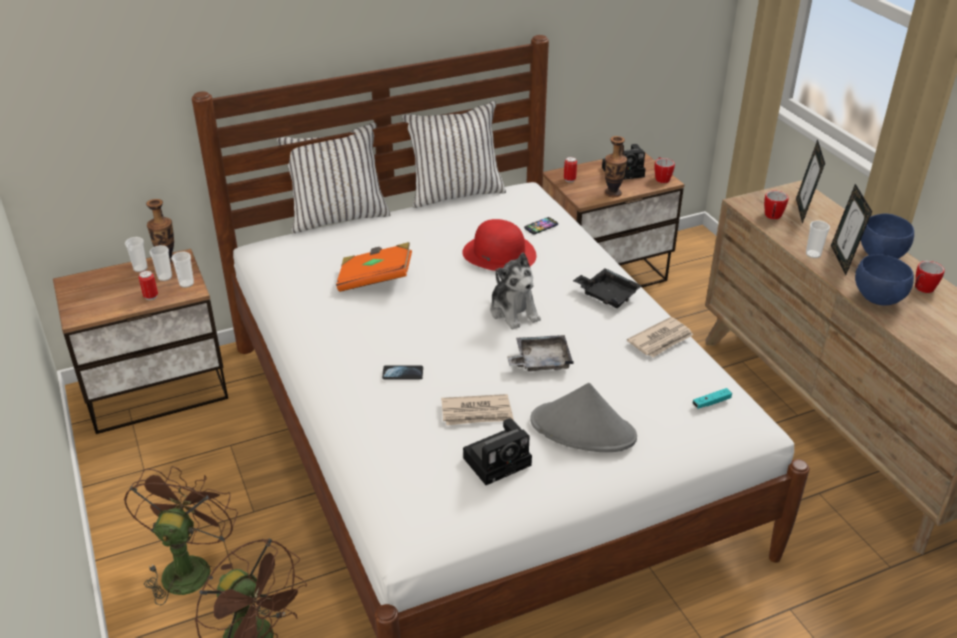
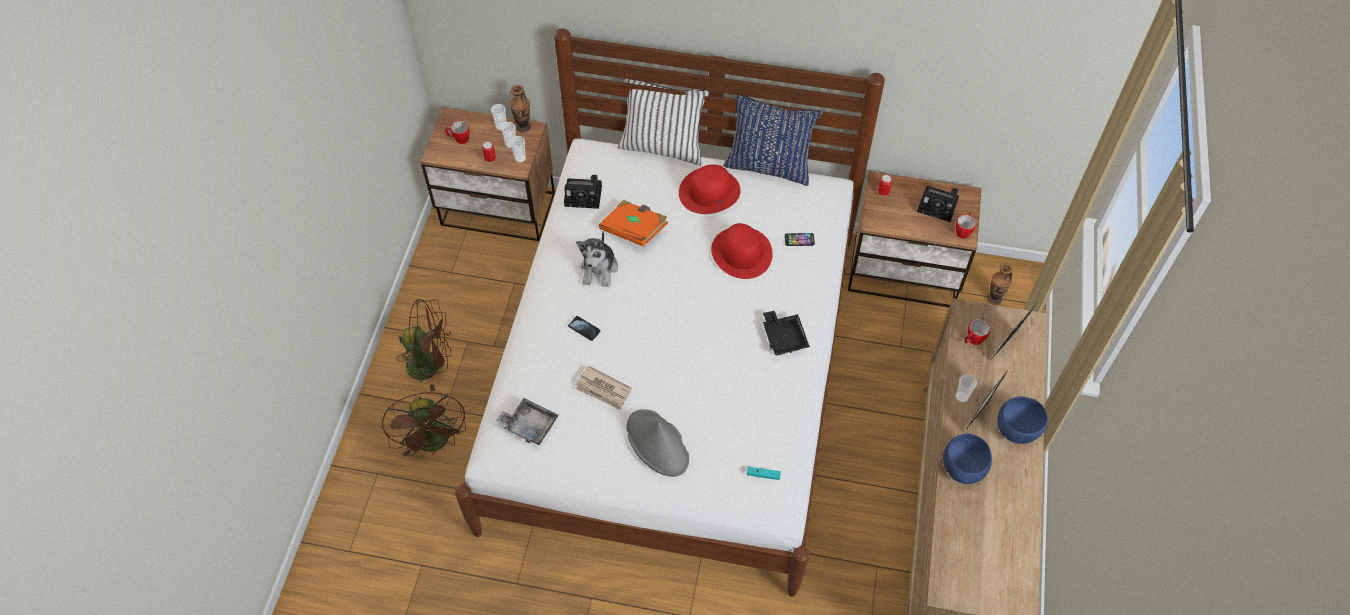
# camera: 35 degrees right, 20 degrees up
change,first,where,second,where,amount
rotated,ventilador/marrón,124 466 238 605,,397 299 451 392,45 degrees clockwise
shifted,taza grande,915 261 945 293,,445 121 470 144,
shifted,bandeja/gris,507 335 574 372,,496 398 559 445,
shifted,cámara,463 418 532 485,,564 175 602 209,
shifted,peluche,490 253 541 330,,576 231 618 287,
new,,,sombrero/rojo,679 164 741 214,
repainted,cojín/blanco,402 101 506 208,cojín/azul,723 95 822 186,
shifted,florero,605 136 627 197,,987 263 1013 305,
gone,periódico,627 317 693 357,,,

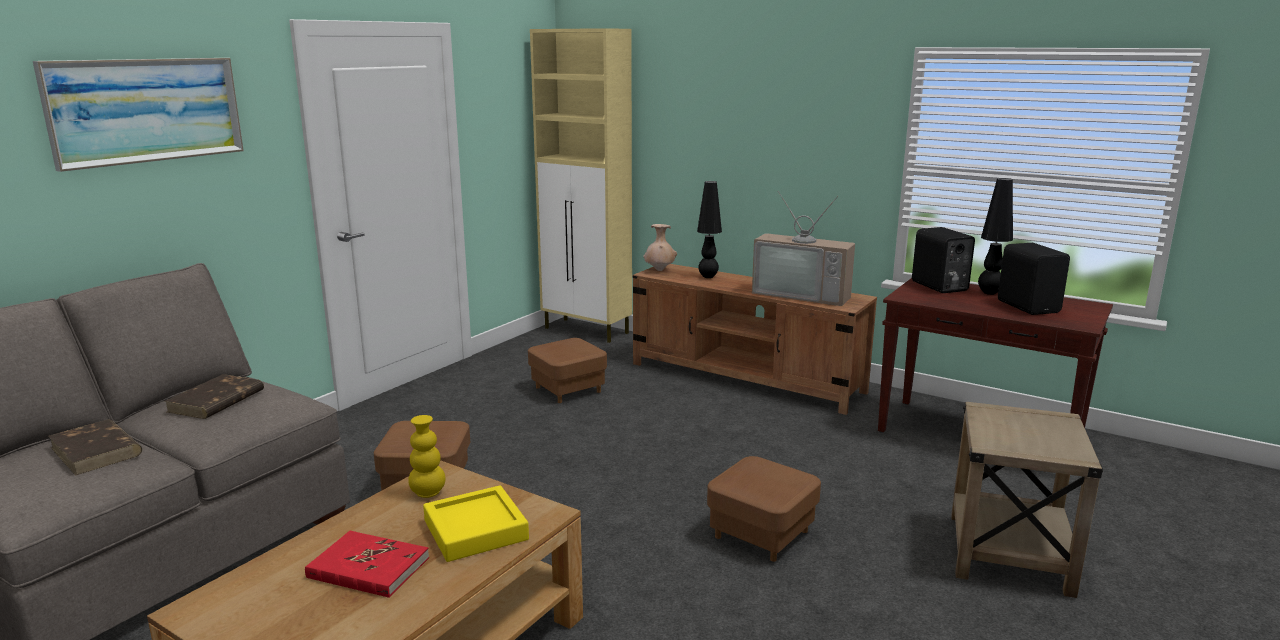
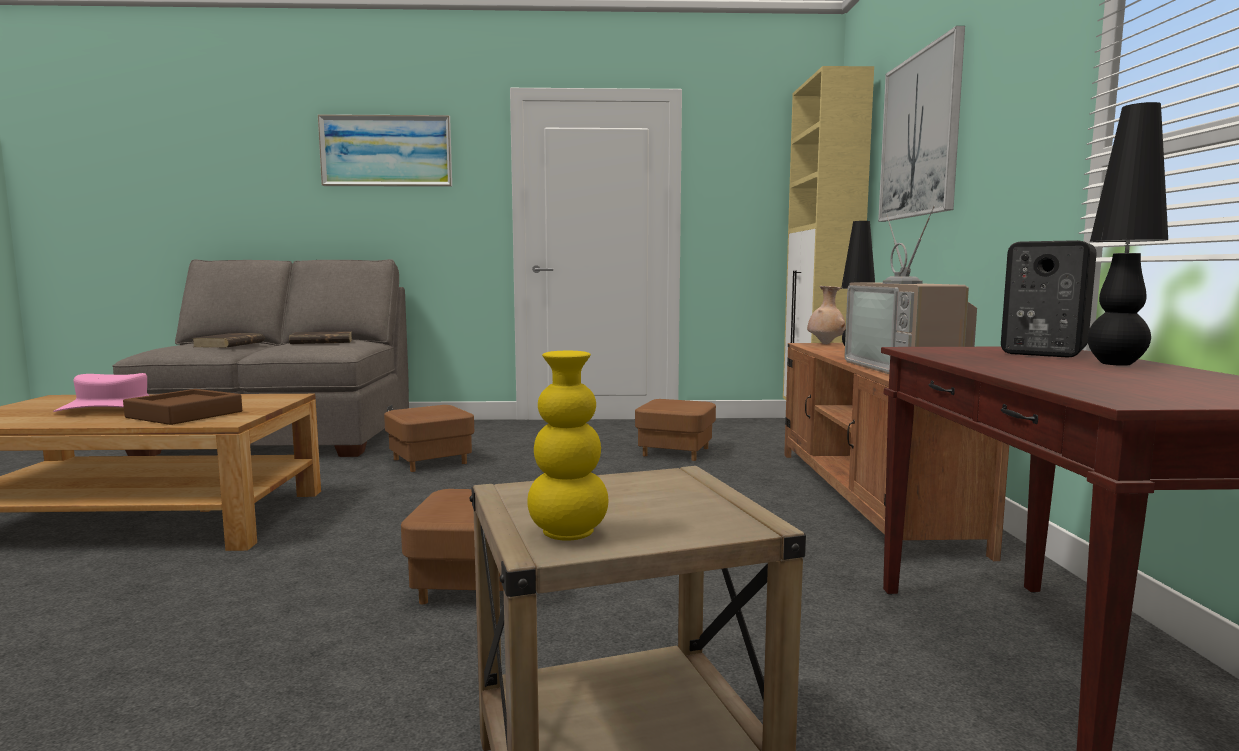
# camera: 55 degrees right, 10 degrees down
change,first,where,second,where,amount
swapped,libro/rojo,305 531 429 598,sombrero/rosa,53 373 149 412,
repainted,bandeja/amarillo,423 485 529 562,bandeja/marrón,123 389 242 425,
shifted,florero/amarillo,408 415 446 498,,527 351 608 541,
new,,,cuadro,878 26 965 222,
gone,altavoz/negro,998 243 1070 315,,,

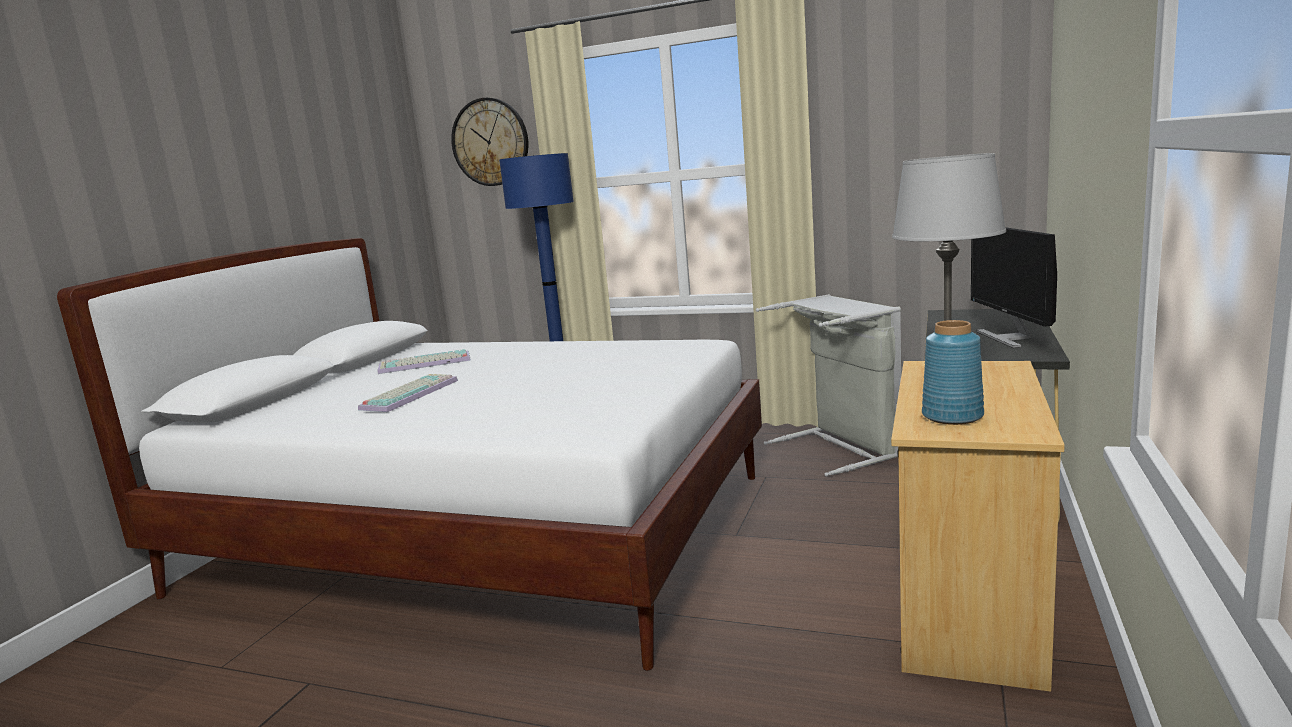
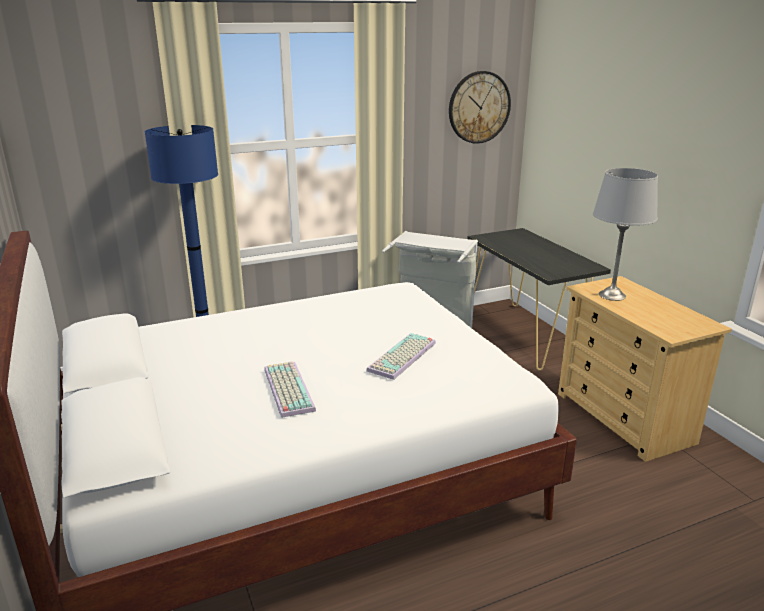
# camera: 45 degrees left, 10 degrees up
change,first,where,second,where,amount
shifted,teclado,378 349 471 374,,366 333 436 380,
shifted,reloj de pared,451 98 528 186,,449 71 511 144,
gone,florero/azul,922 320 984 425,,,
gone,monitor,971 227 1057 348,,,

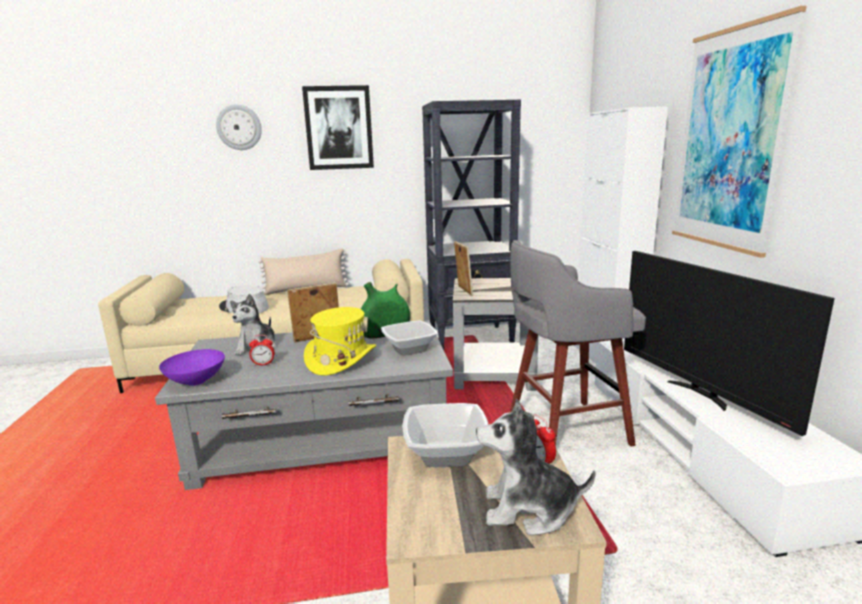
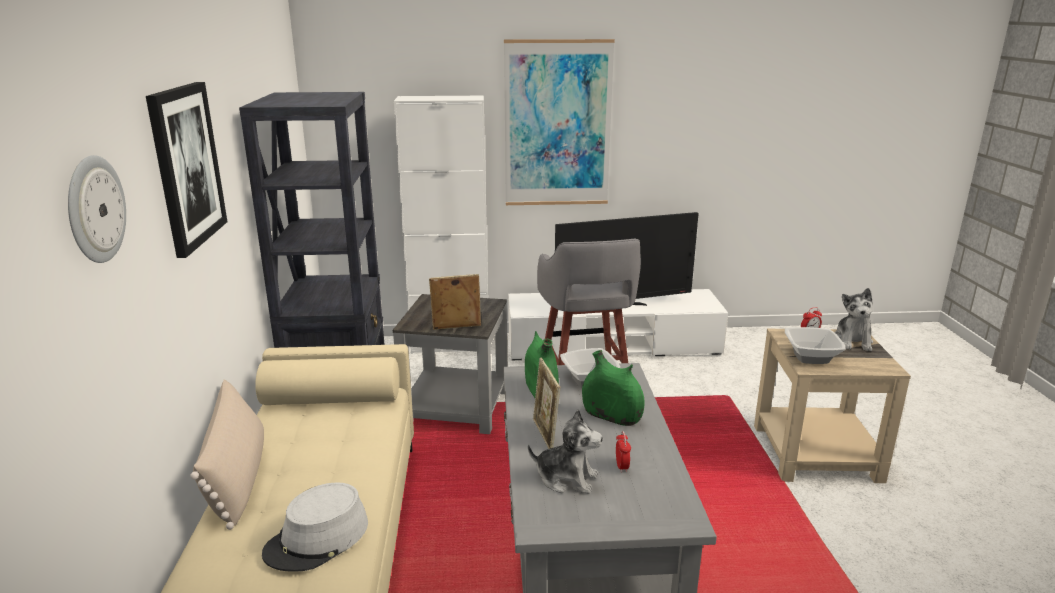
# camera: 85 degrees left, 5 degrees up
change,first,where,second,where,amount
swapped,sombrero/amarillo,304 307 376 375,florero/verde,582 350 644 426,
gone,cuenco/morado,159 349 225 386,,,

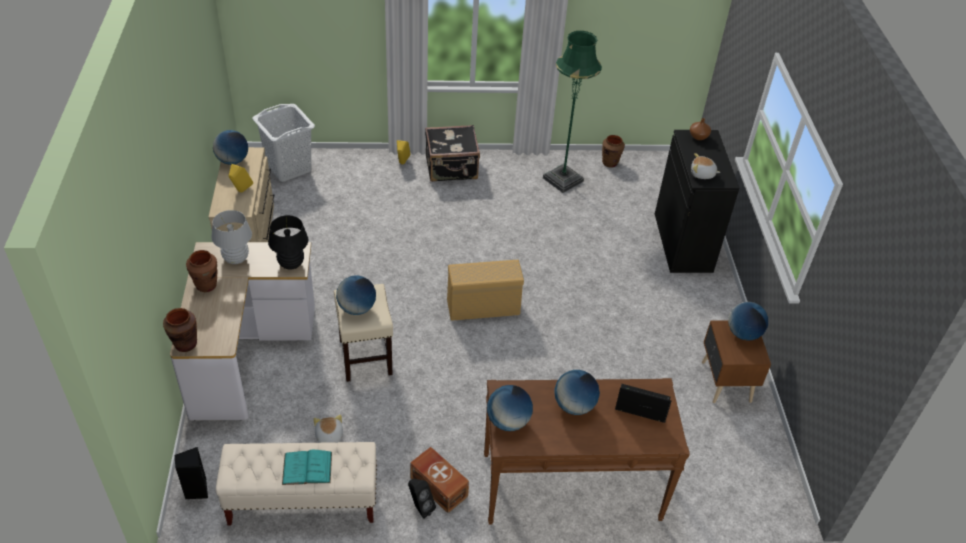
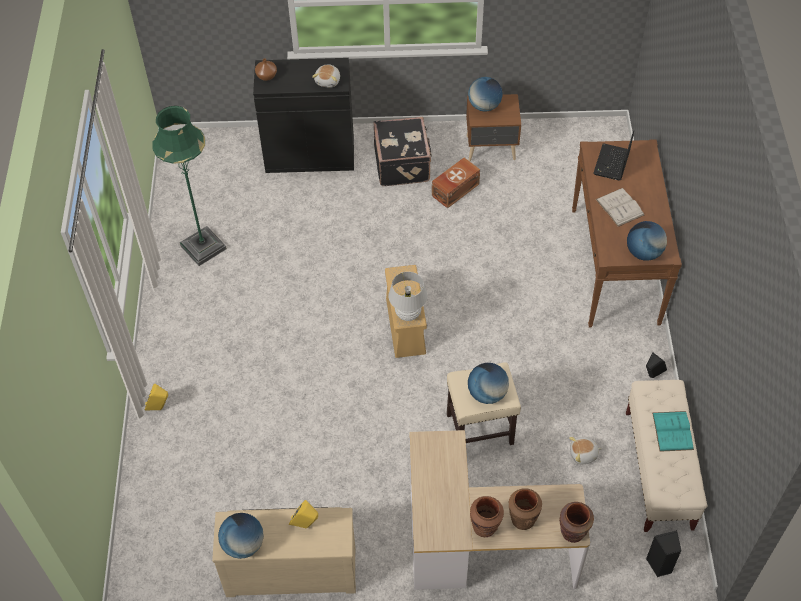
# camera: 85 degrees left, 10 degrees up
change,first,where,second,where,amount
shifted,maleta/negro,425 125 480 182,,373 117 432 186,
shifted,lámpara de mesa/blanco,211 210 252 264,,388 272 428 321,
shifted,caja de almacenaje/marrón,410 447 469 513,,432 158 480 208,
shifted,florero/marrón,602 135 625 168,,509 488 542 530,
swapped,globo terráqueo,554 370 600 415,libro/blanco,596 188 644 227,
gone,cesto de la ropa/blanco,252 104 315 182,,,
gone,lámpara de mesa/negro,268 215 308 269,,,

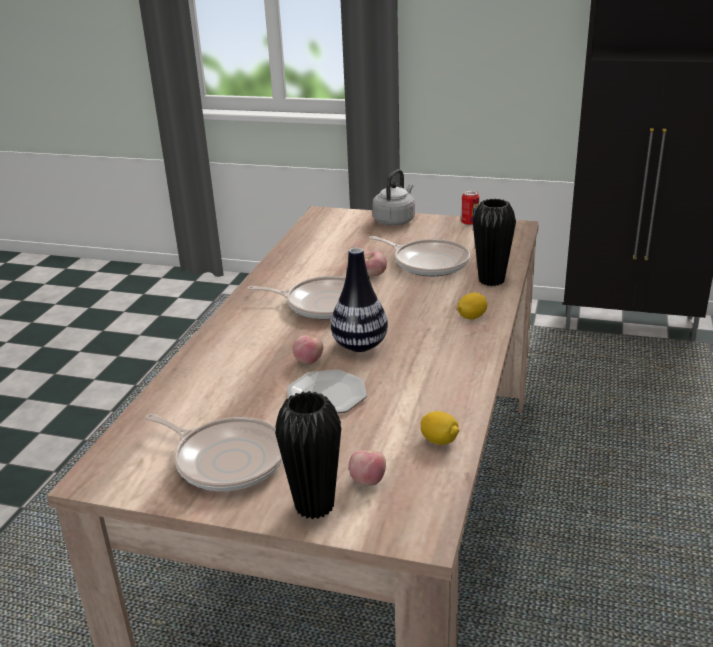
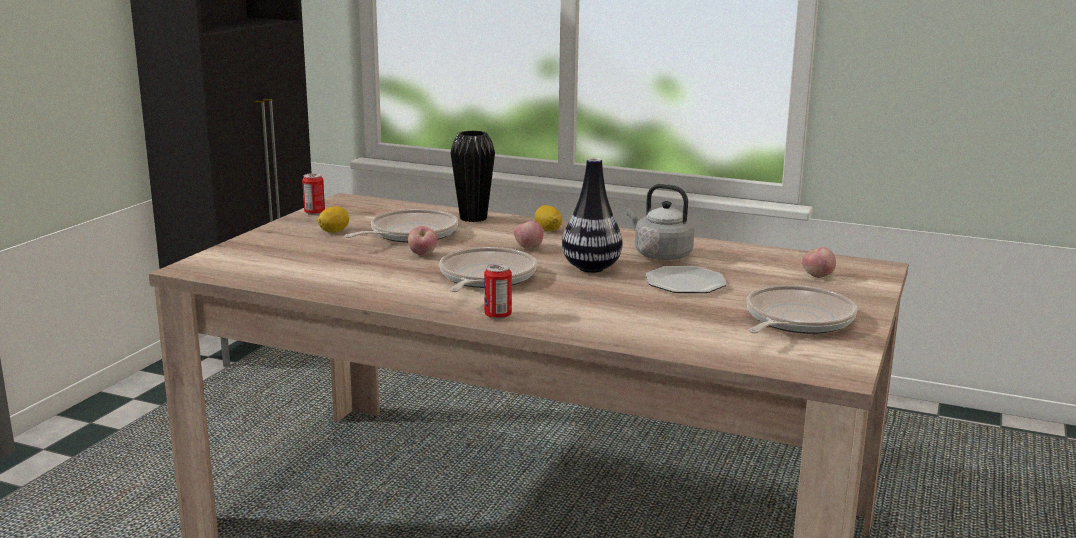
# camera: 85 degrees left, 10 degrees down
change,first,where,second,where,amount
shifted,limón,421 411 460 445,,318 206 349 233,
new,,,lata,484 264 512 319,
shifted,manzana,293 335 323 364,,514 221 543 249,
shifted,hervidor/gris,372 169 415 226,,627 184 694 260,
gone,florero/negro,275 391 341 519,,,

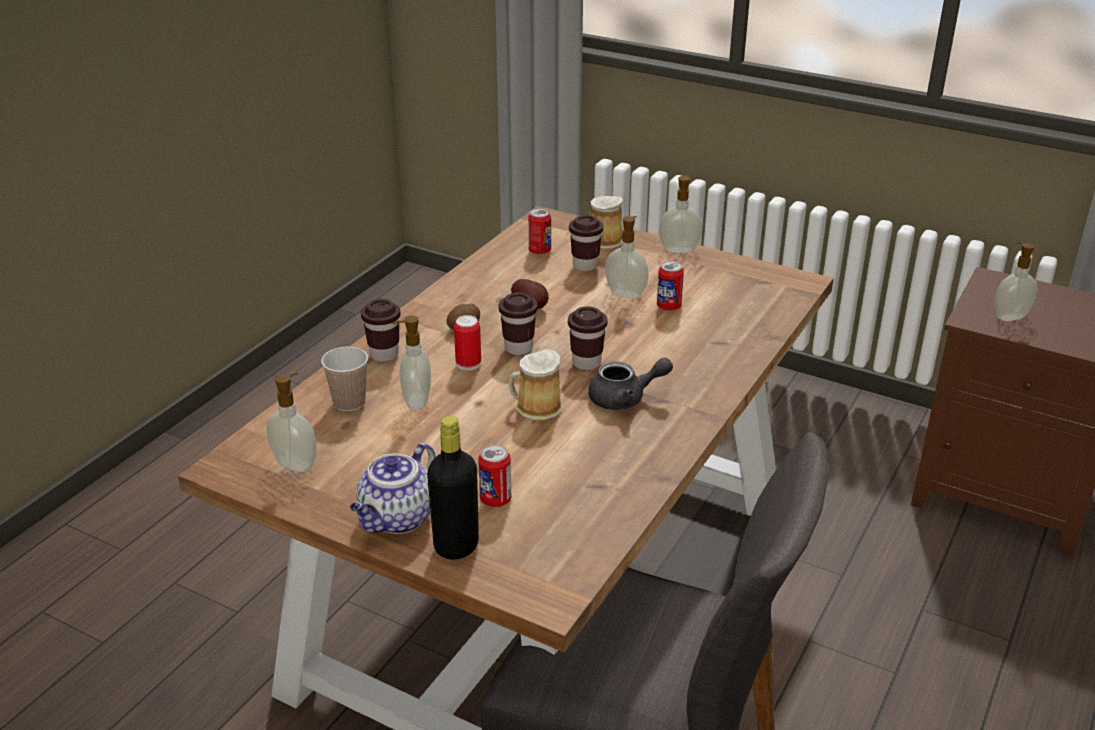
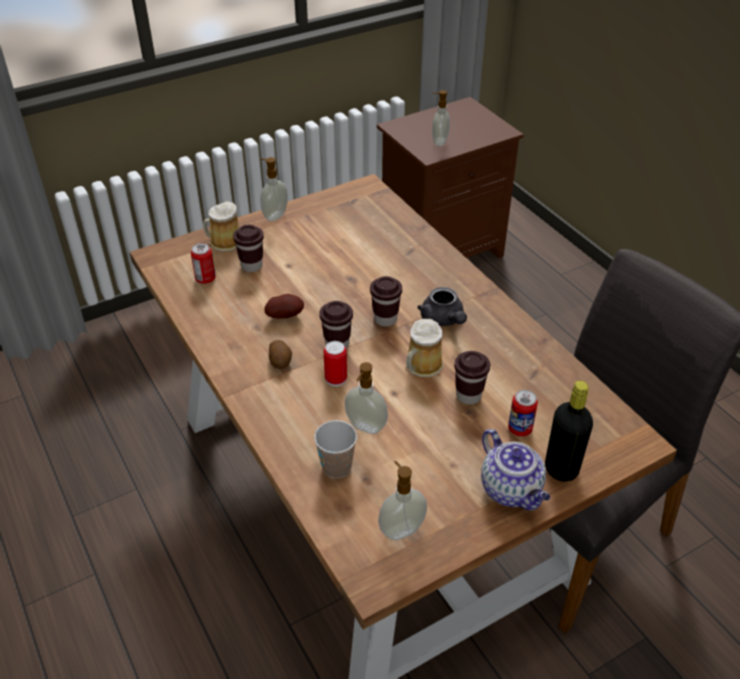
# camera: 60 degrees left, 10 degrees up
change,first,where,second,where,amount
rotated,tetera/gris,588 357 673 410,,417 287 467 326,135 degrees clockwise
shifted,taza/marrón,361 299 401 362,,454 351 490 405,
gone,dispensador de jabón,605 216 649 299,,,
gone,lata,657 261 684 311,,,

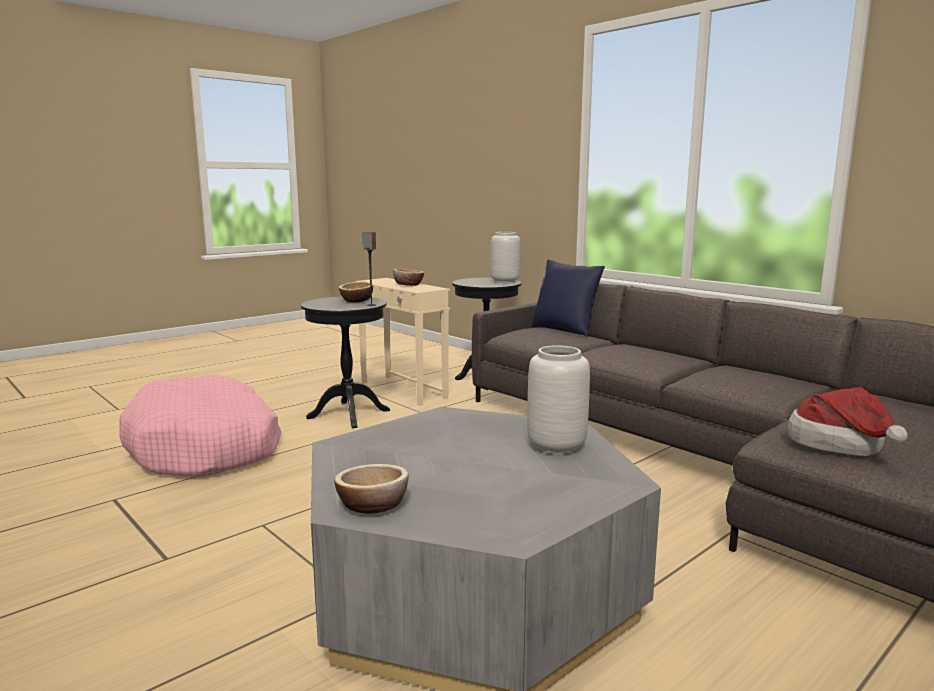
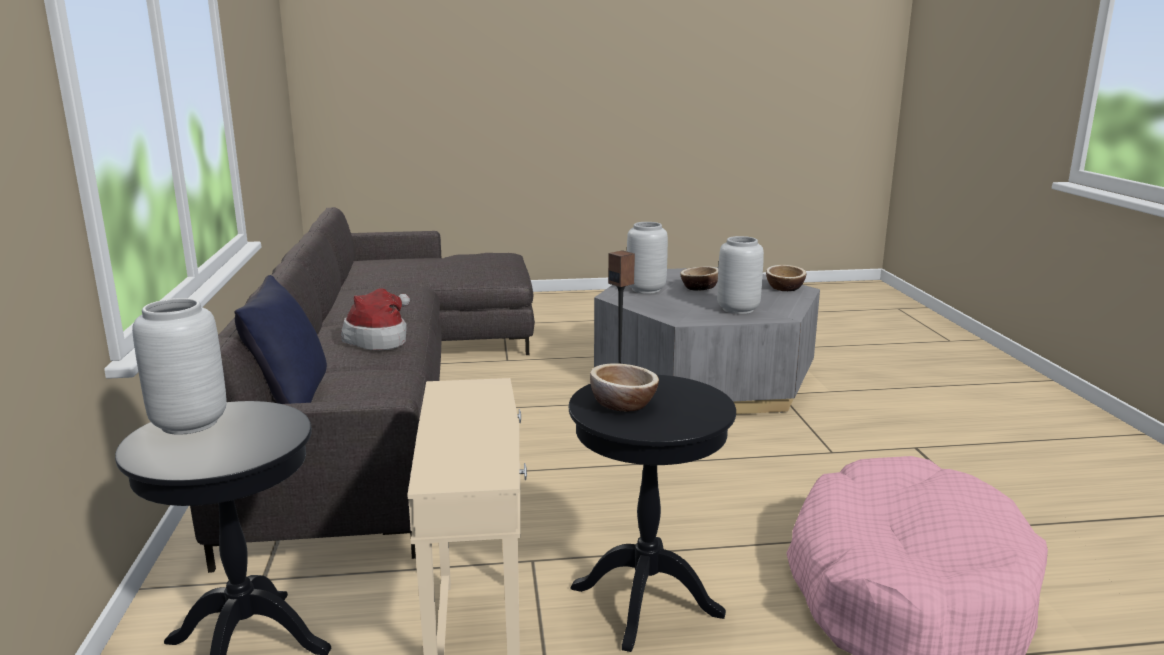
# camera: 145 degrees left, 5 degrees up
change,first,where,second,where,amount
shifted,sombrero,788 387 908 456,,341 288 410 350,
shifted,cuenco,393 269 424 286,,680 266 718 291,
new,,,florero/gris,717 236 764 314,

